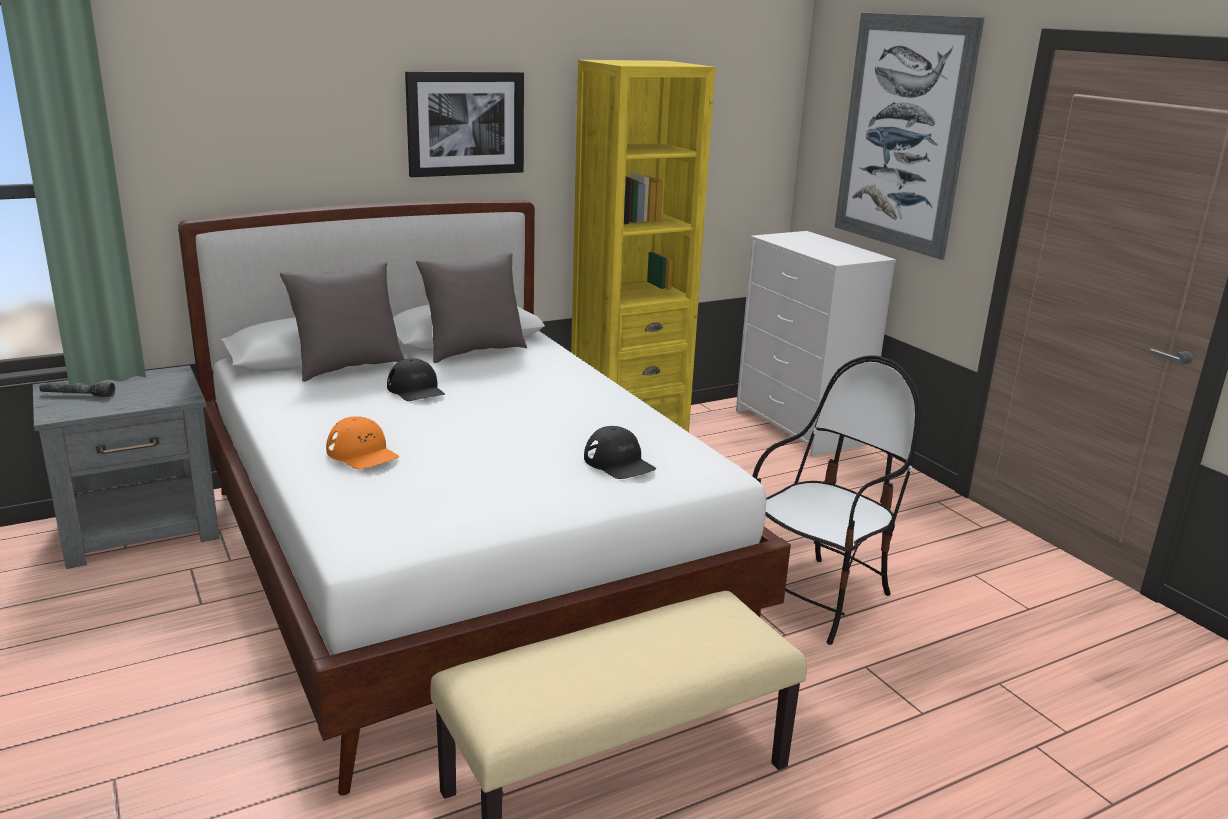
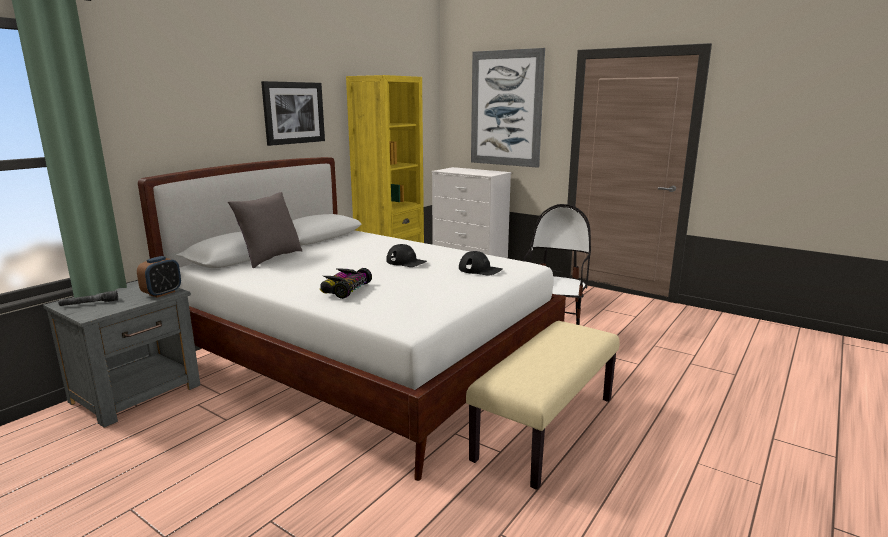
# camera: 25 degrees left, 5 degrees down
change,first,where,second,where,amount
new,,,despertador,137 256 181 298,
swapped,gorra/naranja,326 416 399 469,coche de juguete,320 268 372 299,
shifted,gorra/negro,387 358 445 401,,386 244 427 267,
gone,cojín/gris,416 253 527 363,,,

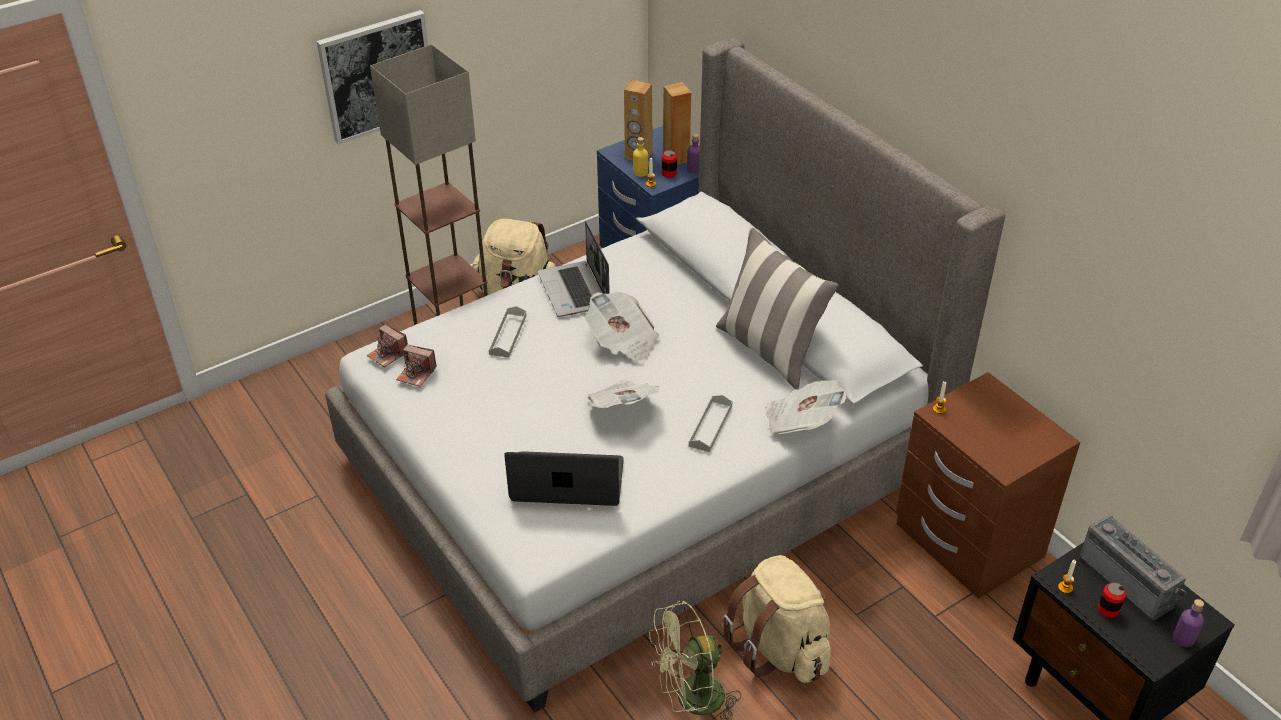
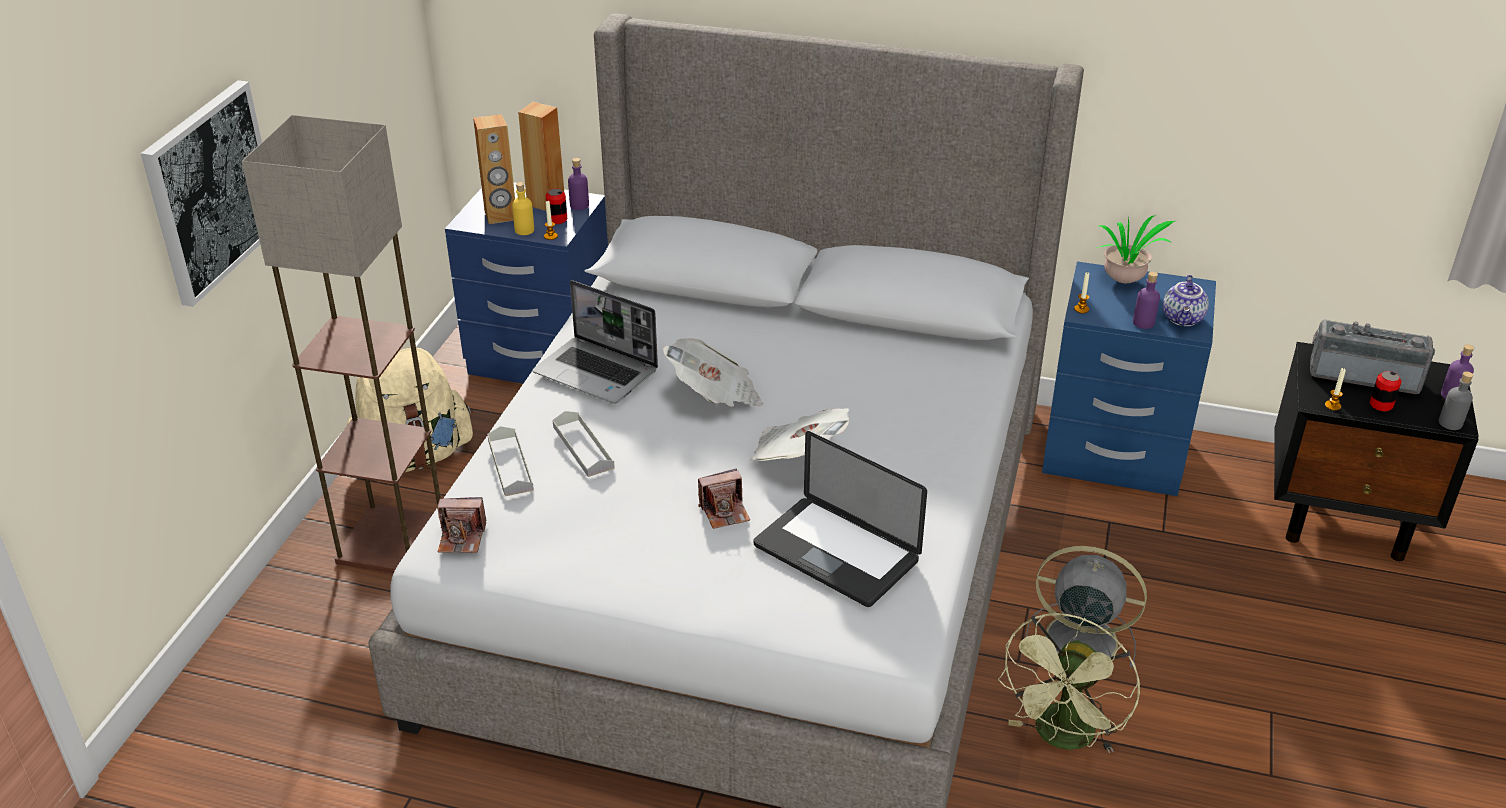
# camera: 40 degrees left, 5 degrees down
change,first,where,second,where,amount
shifted,bandeja/gris,689 395 732 452,,487 426 534 496,
shifted,cámara,396 345 437 387,,698 468 750 529,
rotated,portátil,504 451 624 506,,754 431 927 607,105 degrees counterclockwise
swapped,mochila/beis,722 555 831 683,ventilador/gris,1026 546 1147 668,
repainted,mesita de noche/marrón,896 372 1080 599,mesita de noche/azul,1042 262 1216 496,
new,,,planta en maceta,1096 215 1175 283,
new,,,botella/morado,1133 272 1160 329,
new,,,tetera,1163 274 1209 326,
new,,,botella/gris,1439 371 1474 430,
gone,cojín,716 226 839 389,,,
gone,periódico,765 380 846 434,,,

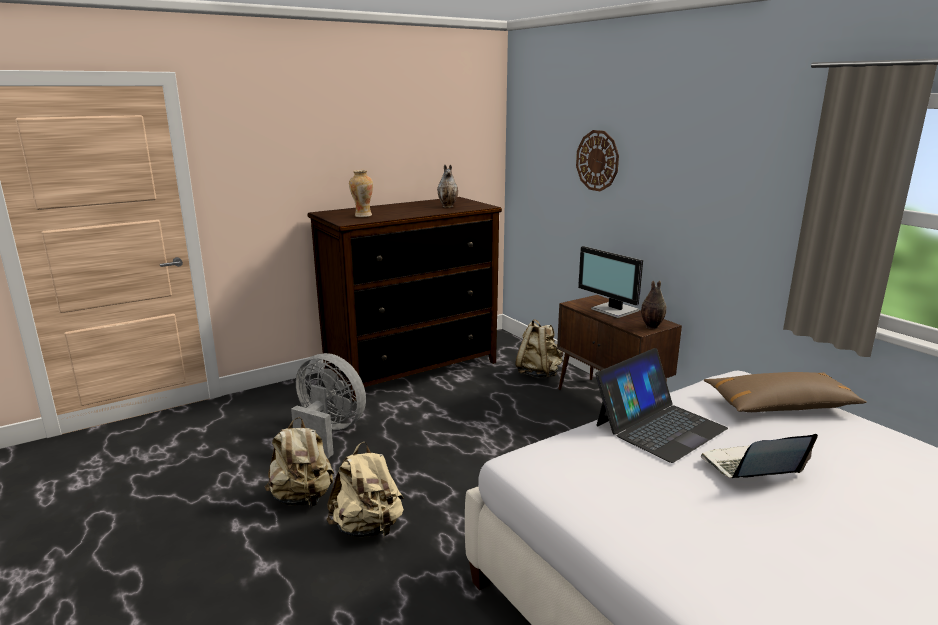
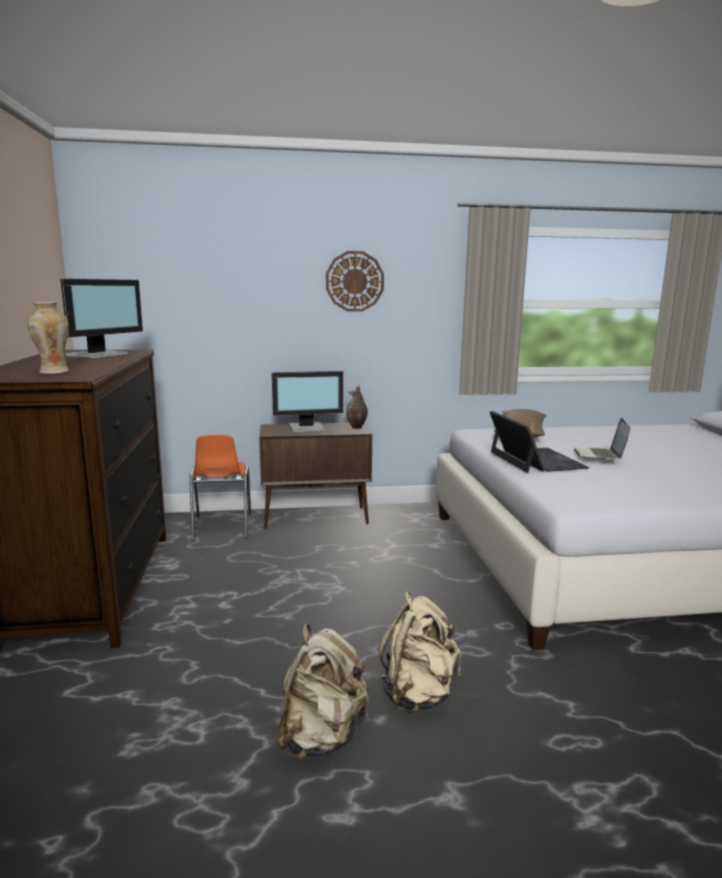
# camera: 65 degrees left, 5 degrees down
change,first,where,second,where,amount
swapped,florero,437 165 458 208,monitor,60 279 143 358,
swapped,mochila/beis,515 319 563 378,silla/naranja,189 435 251 541,
shifted,reloj de pared,576 130 619 191,,326 251 384 312,
gone,ventilador/gris,291 353 366 458,,,

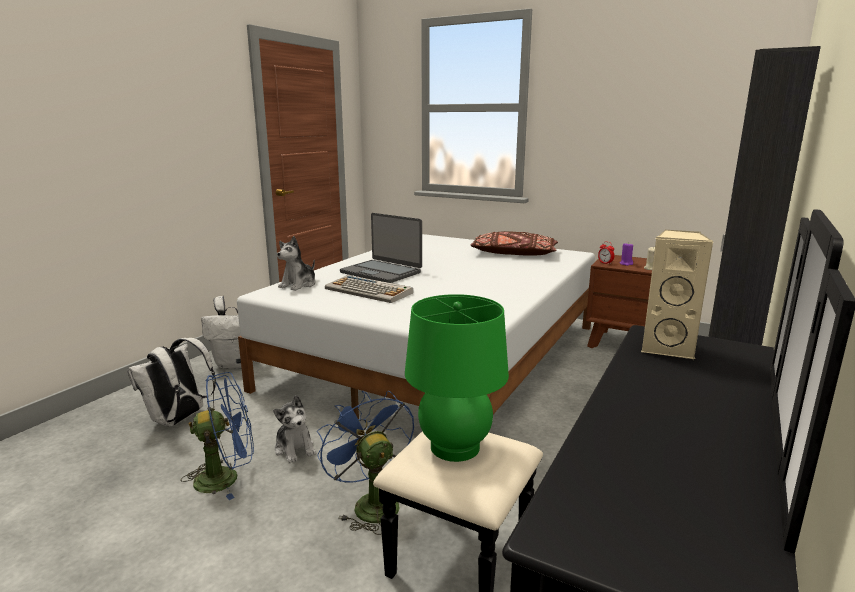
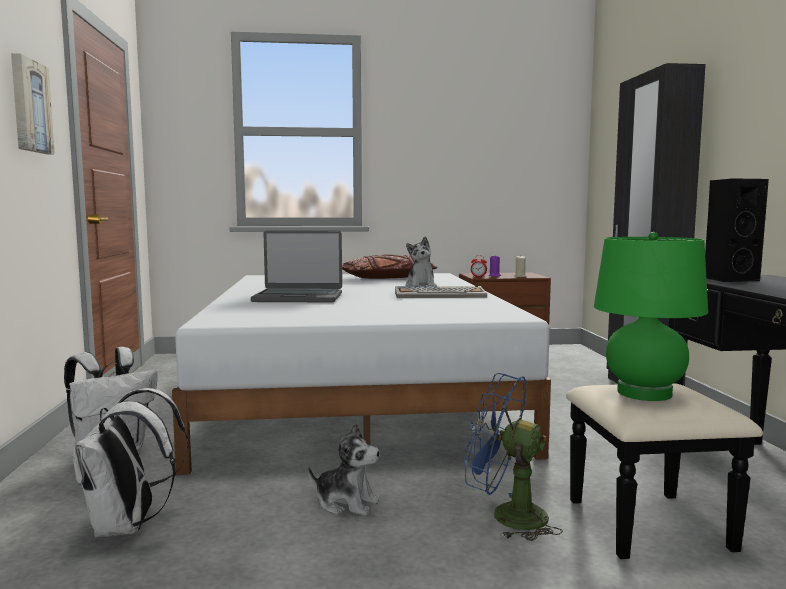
# camera: 35 degrees left, 10 degrees down
change,first,where,second,where,amount
new,,,cuadro,11 53 55 154,
shifted,teclado,325 275 413 303,,395 286 487 298,
shifted,peluche,277 236 316 291,,405 236 437 286,
repainted,altavoz/beis,641 230 713 360,altavoz/negro,705 178 769 282,
gone,ventilador/azul,181 372 254 500,,,

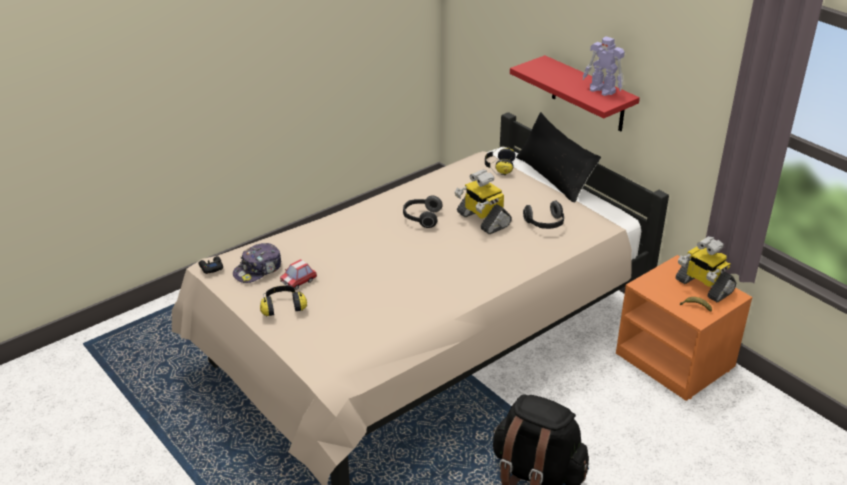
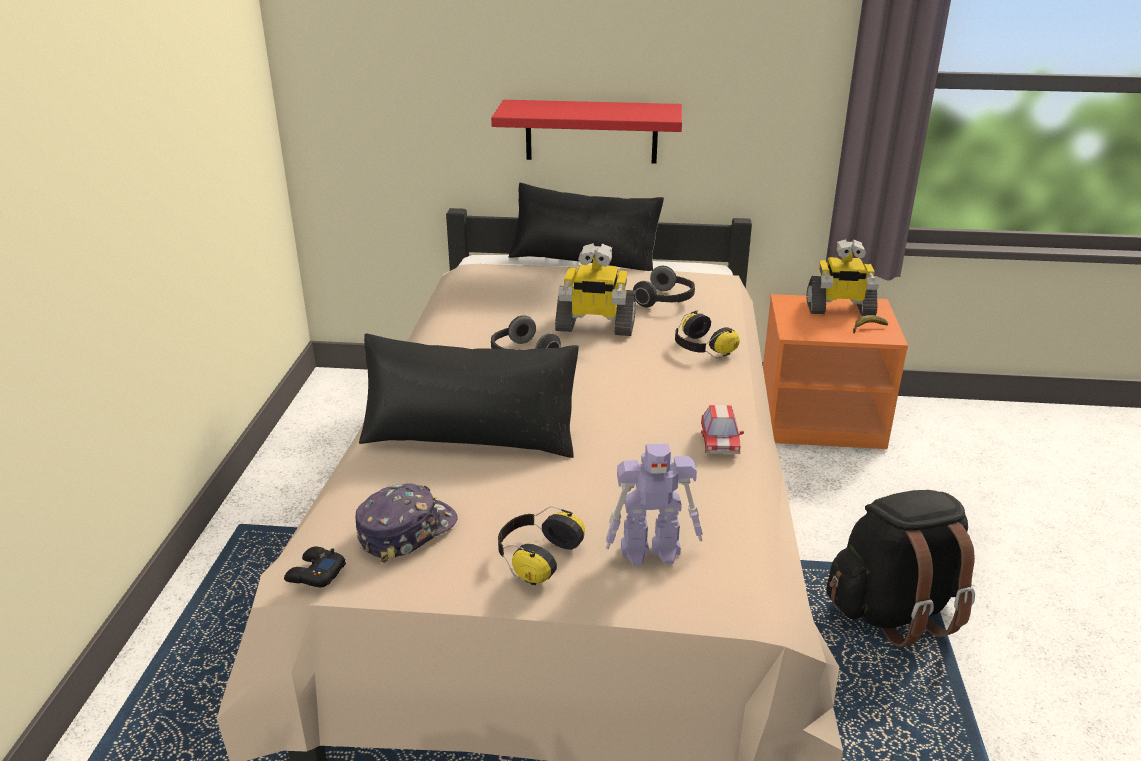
# camera: 45 degrees left, 5 degrees down
change,first,where,second,where,amount
rotated,gorra,233 243 281 283,,356 483 458 563,135 degrees counterclockwise
new,,,cojín/negro,359 334 579 458,
shifted,robot de juguete,582 36 625 96,,606 443 703 566,
shifted,auriculares,485 146 516 175,,675 310 740 359,
shifted,coche de juguete,280 259 317 290,,701 405 744 454,

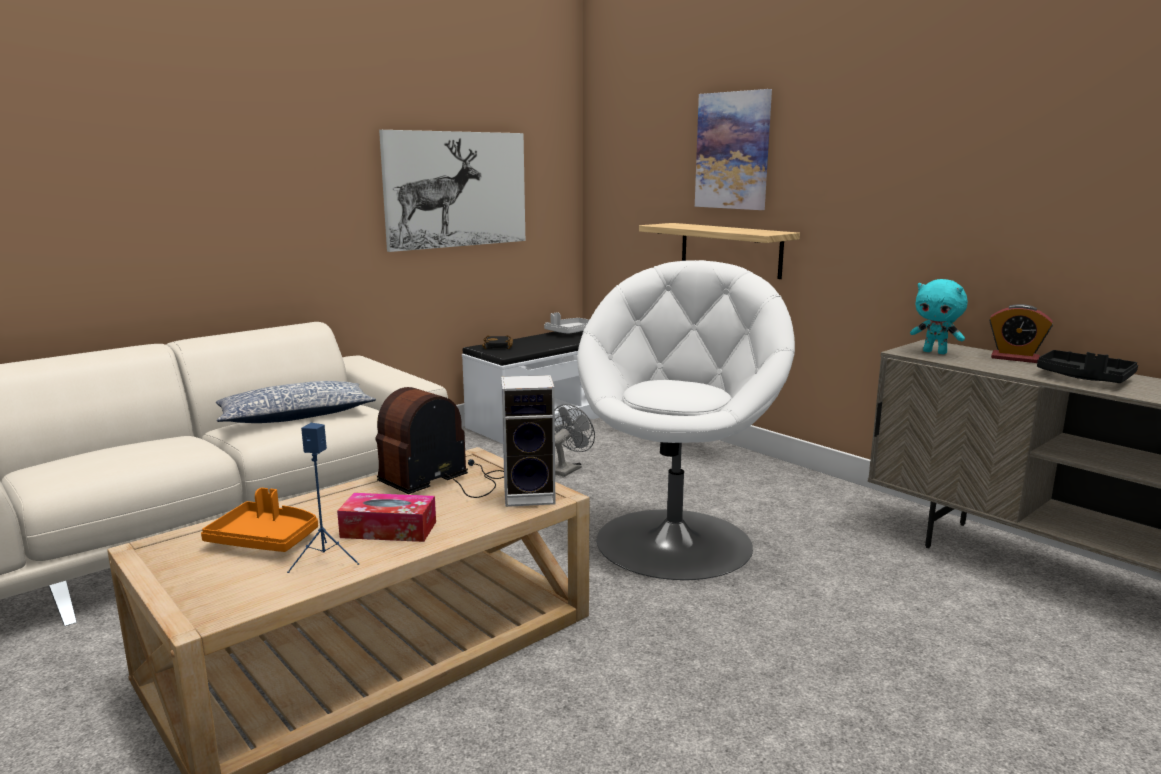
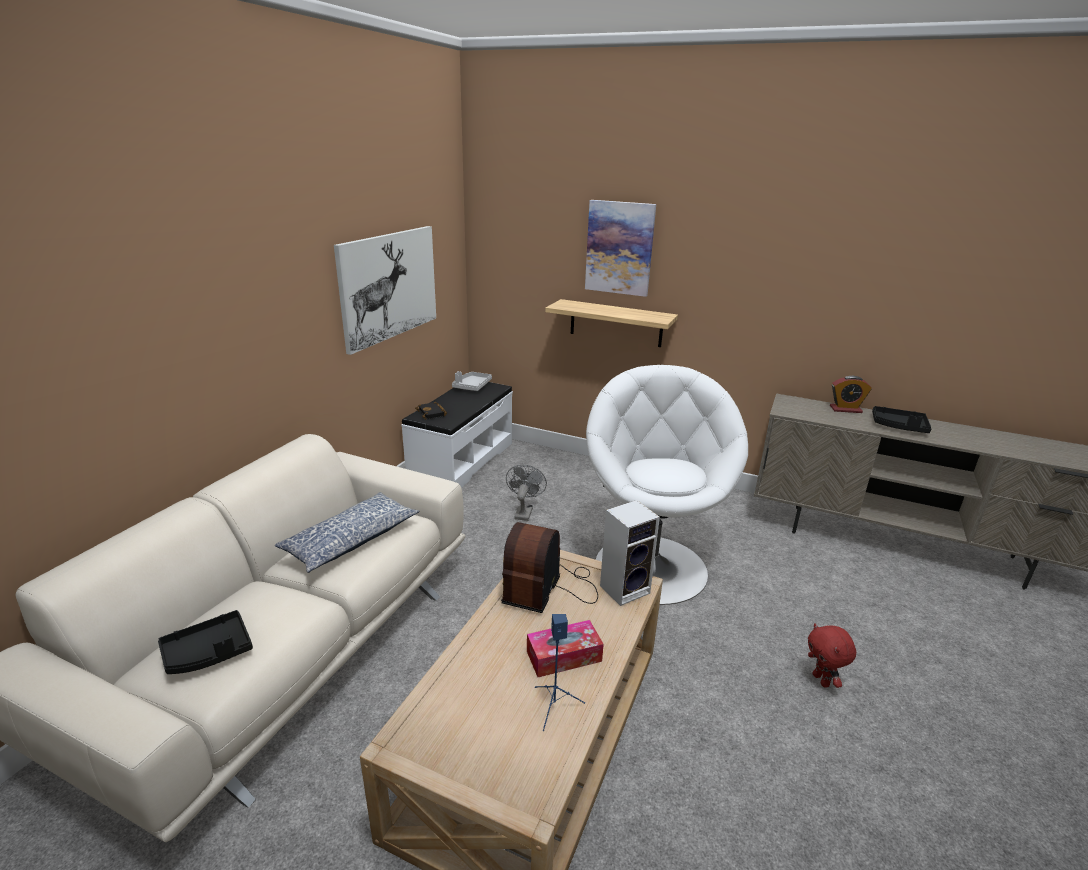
# camera: 25 degrees left, 10 degrees up
change,first,where,second,where,amount
new,,,bandeja/negro,158 610 253 674,
new,,,peluche/rojo,808 623 856 688,
gone,bandeja/naranja,201 488 318 552,,,
gone,peluche/turquesa,910 279 968 354,,,

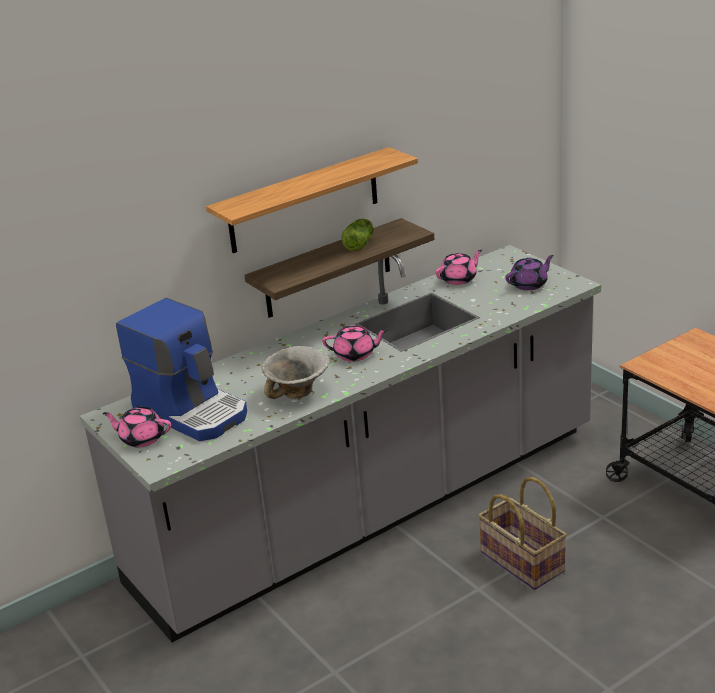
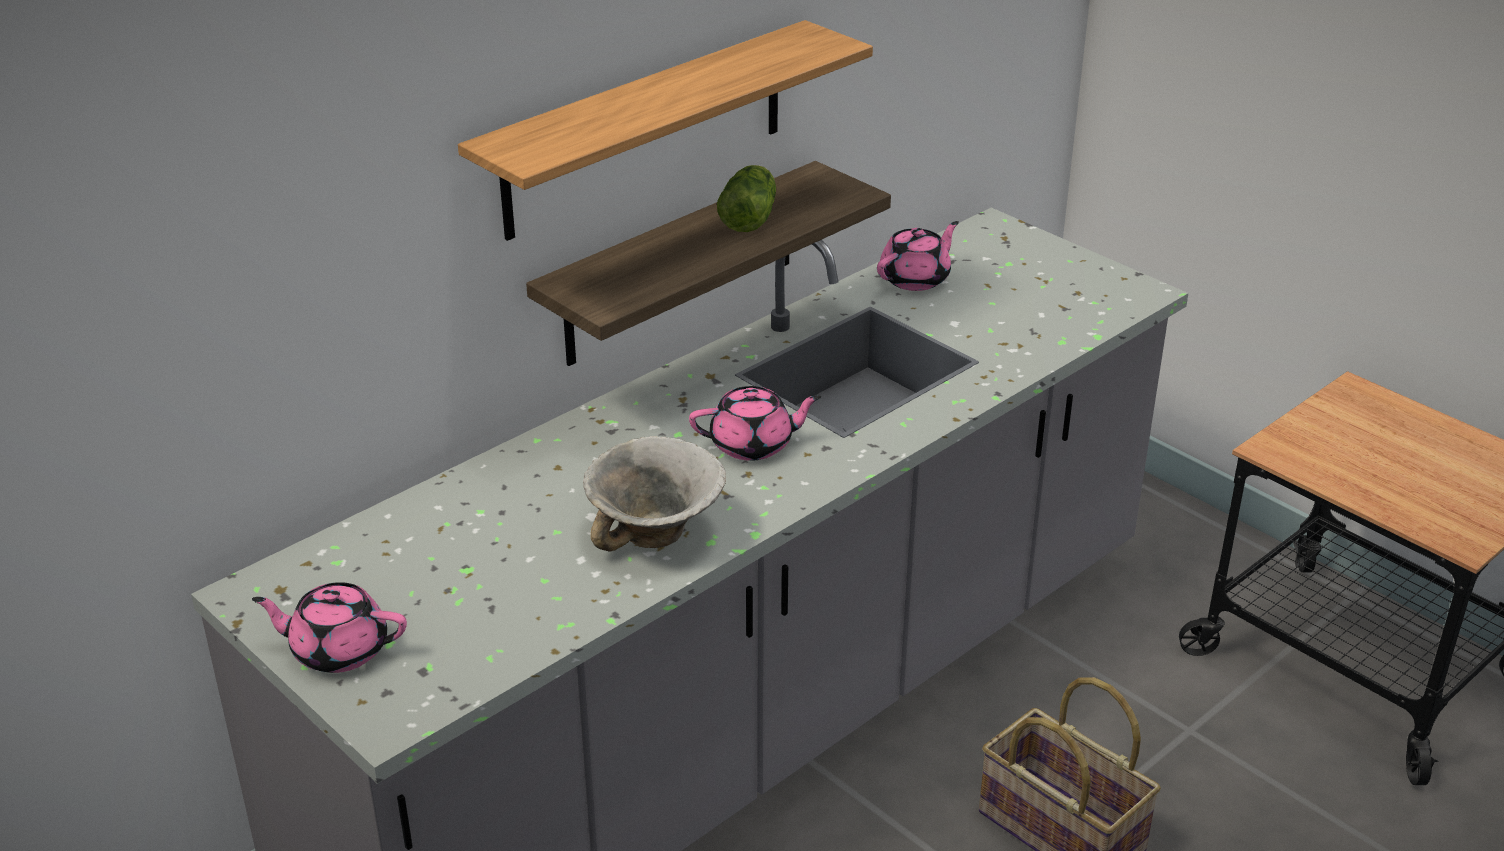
# camera: 10 degrees left, 5 degrees up
change,first,where,second,where,amount
gone,cafetera,116 298 247 441,,,
gone,tetera/morado,505 255 554 290,,,

